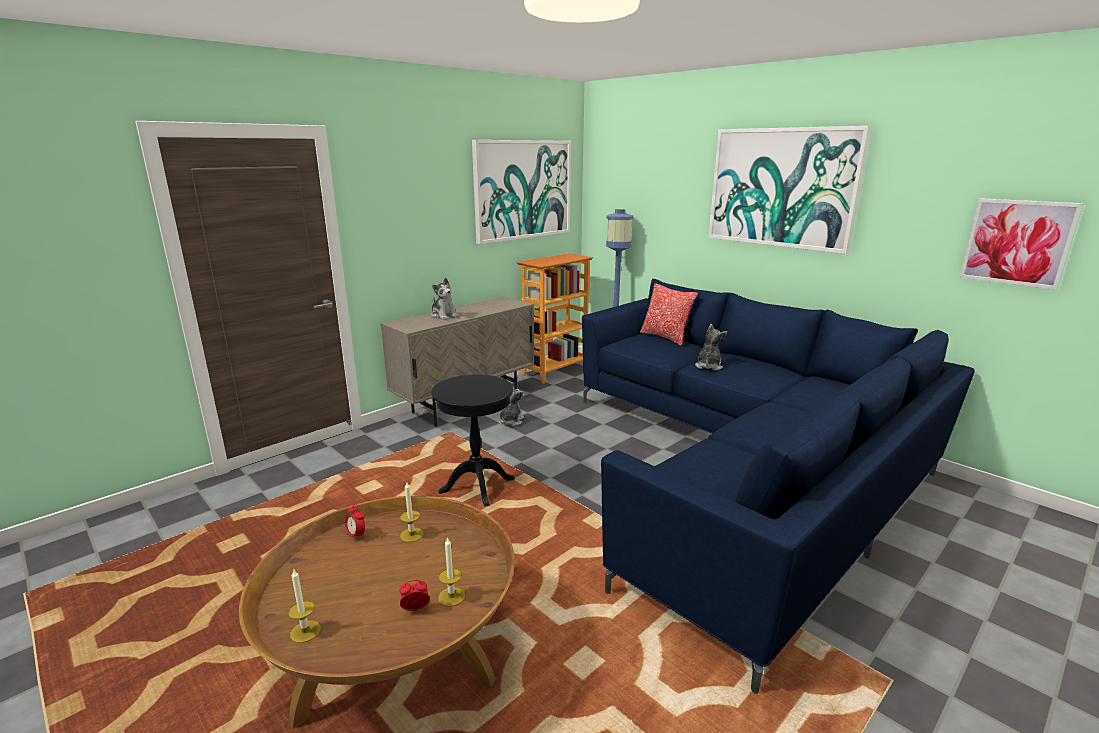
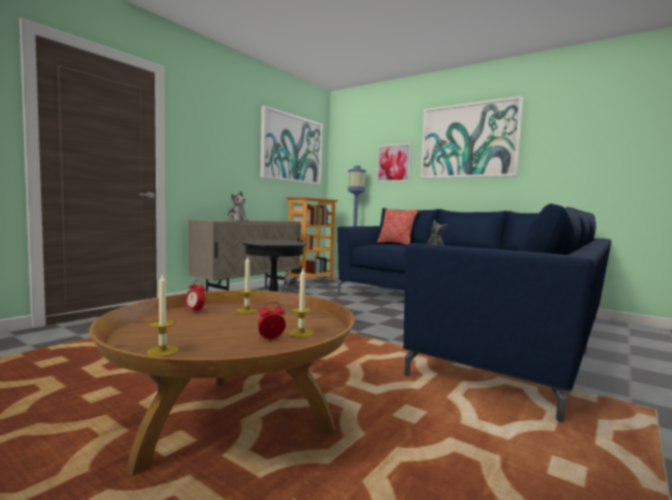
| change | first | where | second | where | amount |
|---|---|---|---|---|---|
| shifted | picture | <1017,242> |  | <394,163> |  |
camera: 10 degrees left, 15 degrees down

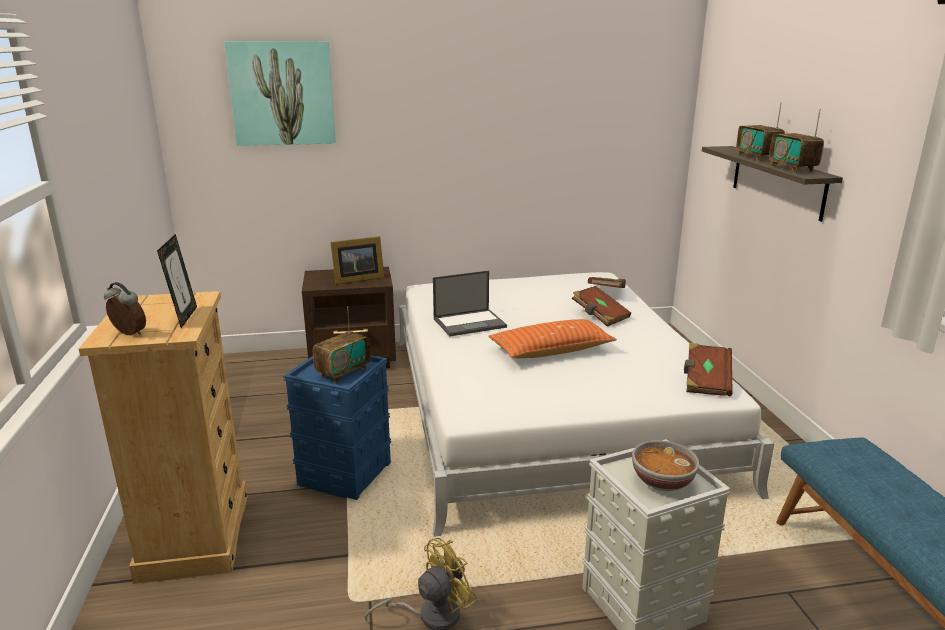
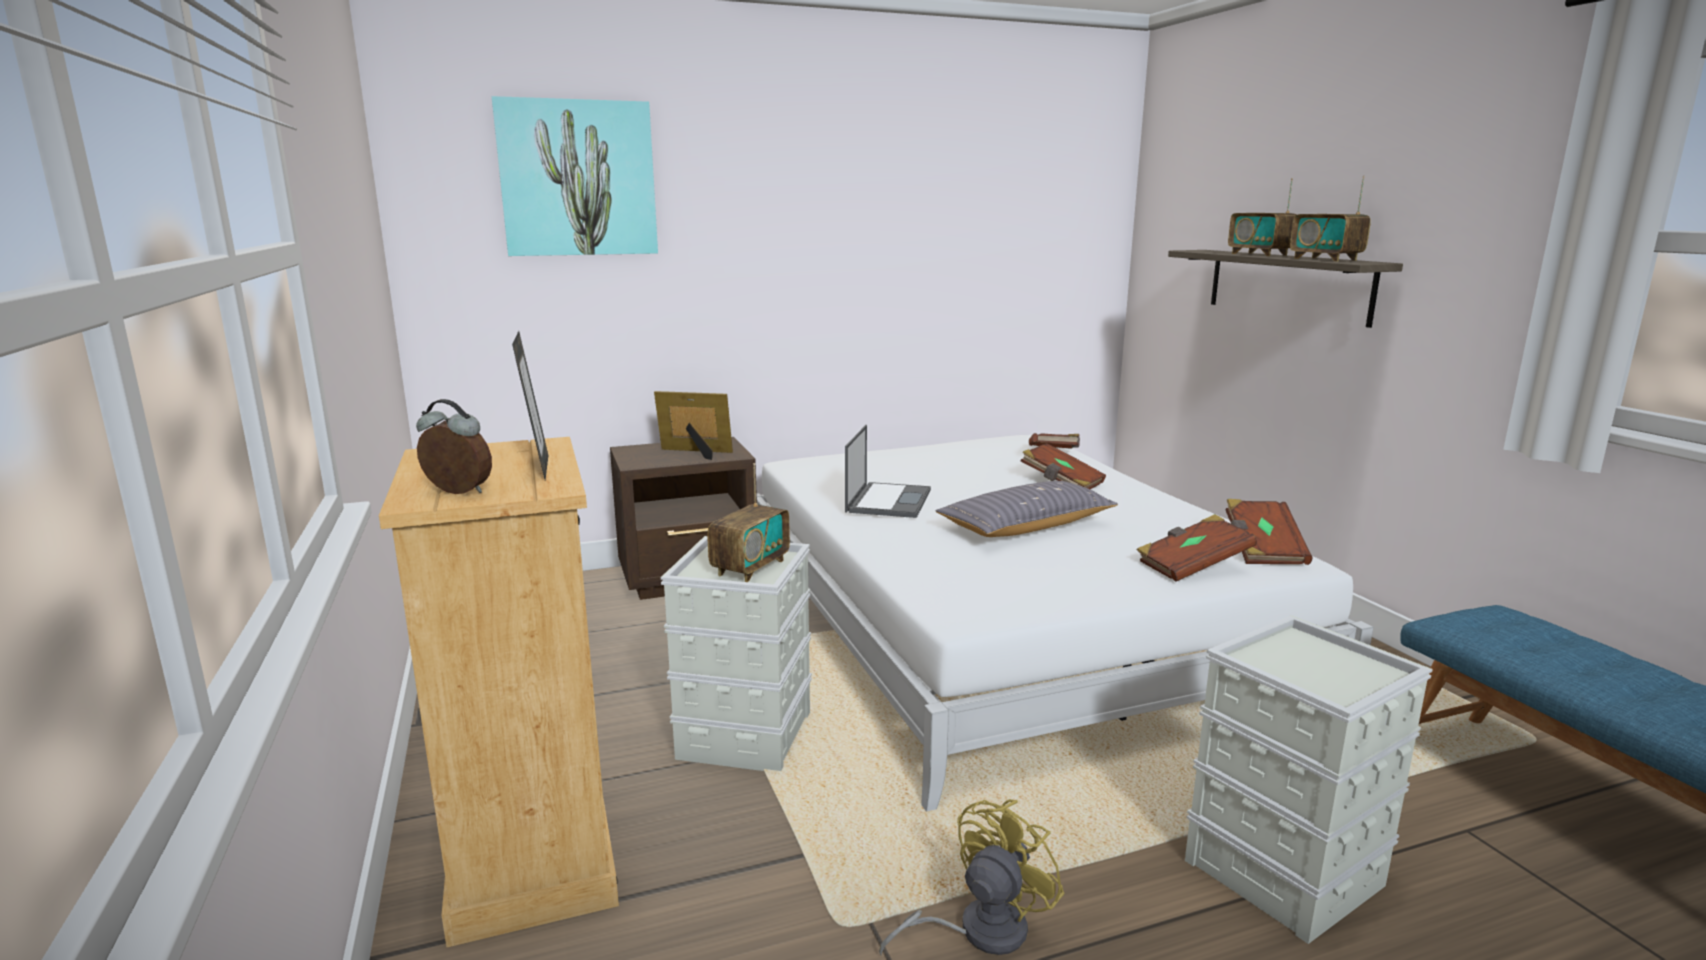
| change | first | where | second | where | amount |
|---|---|---|---|---|---|
| rotated | picture frame | <356,279> |  | <696,453> | 135 degrees counterclockwise |
| rotated | laptop | <470,323> |  | <888,500> | 45 degrees counterclockwise |
| repainted | pillow (orange) | <551,350> | pillow (grey) | <1026,526> |  |
| repainted | storage box (blue) | <344,473> | storage box (grey) | <744,735> |  |
| gone | bowl | <662,481> |  |  |  |
| new |  |  | book (brown) | <1192,566> |  |
camera: 10 degrees left, 5 degrees down

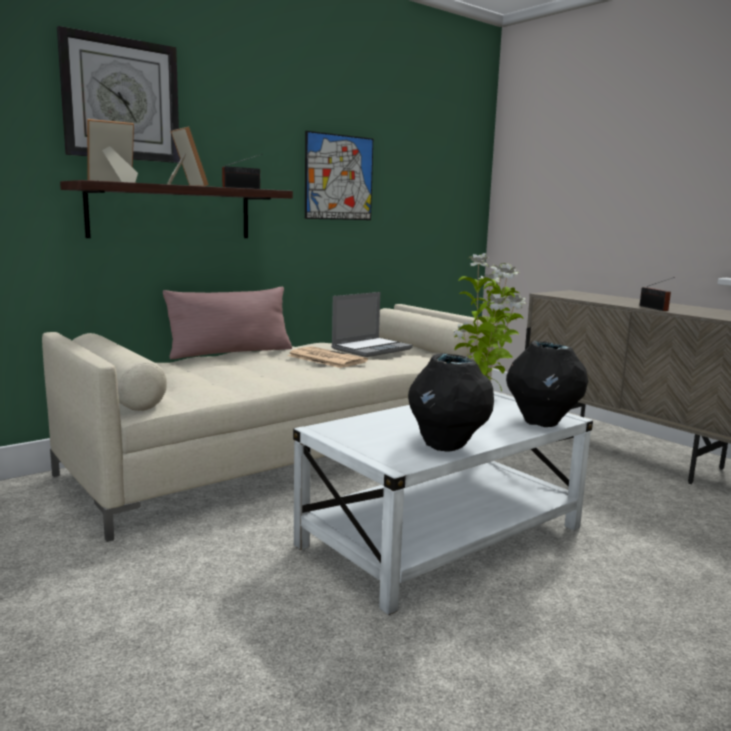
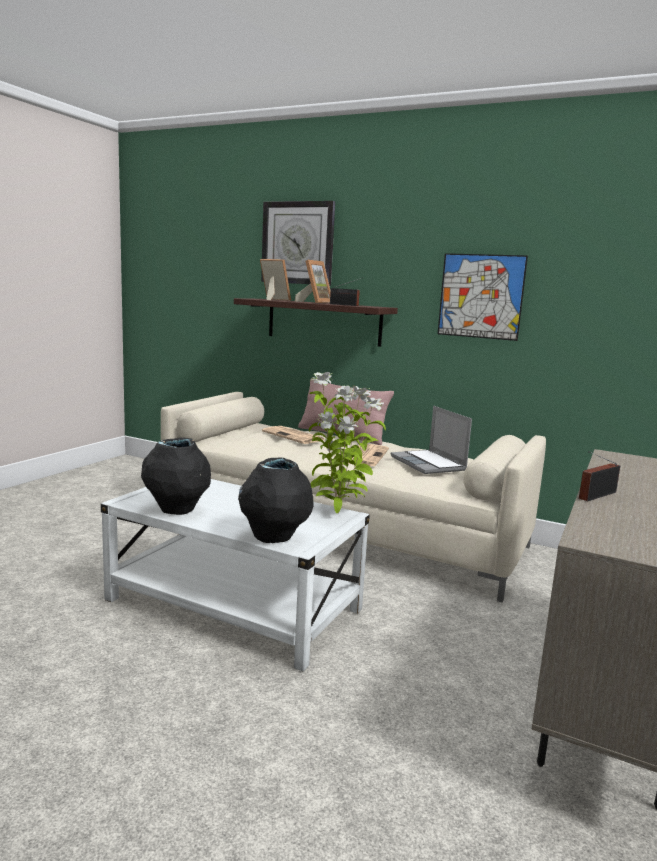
| change | first | where | second | where | amount |
|---|---|---|---|---|---|
| rotated | laptop | <371,349> |  | <429,464> | 45 degrees clockwise |
| new |  |  | newspaper | <294,436> |  |
camera: 65 degrees right, 0 degrees up

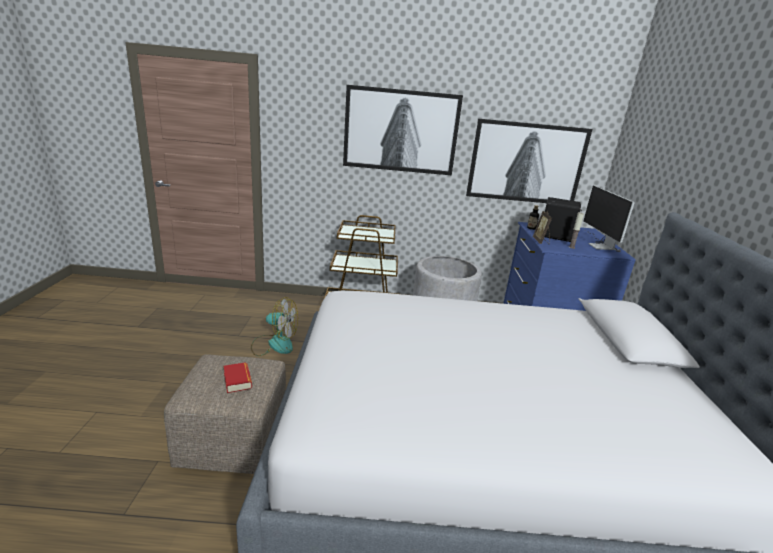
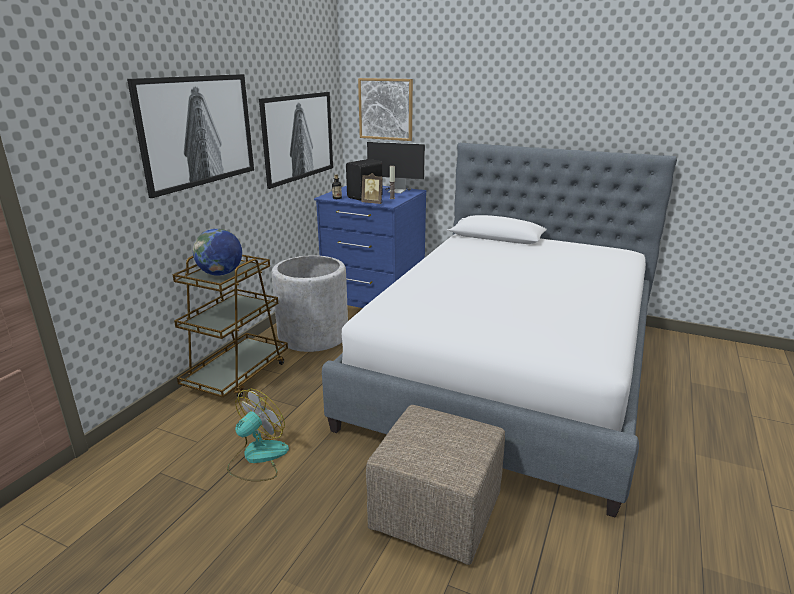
| change | first | where | second | where | amount |
|---|---|---|---|---|---|
| gone | book | <237,380> |  |  |  |
| new |  |  | picture | <386,109> |  |
| new |  |  | globe | <220,274> |  |
camera: 65 degrees left, 0 degrees up

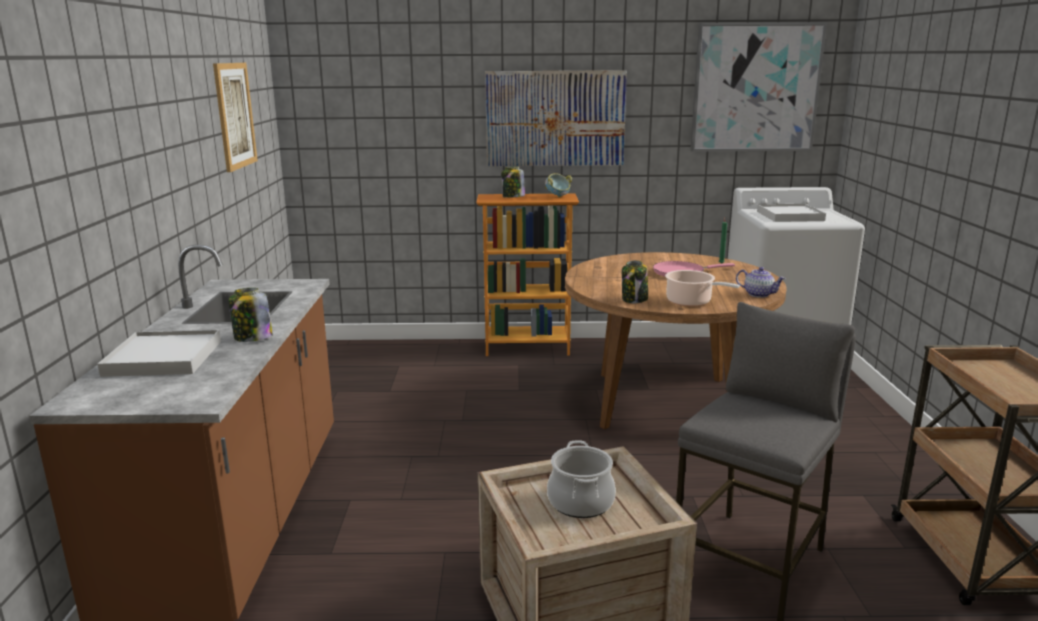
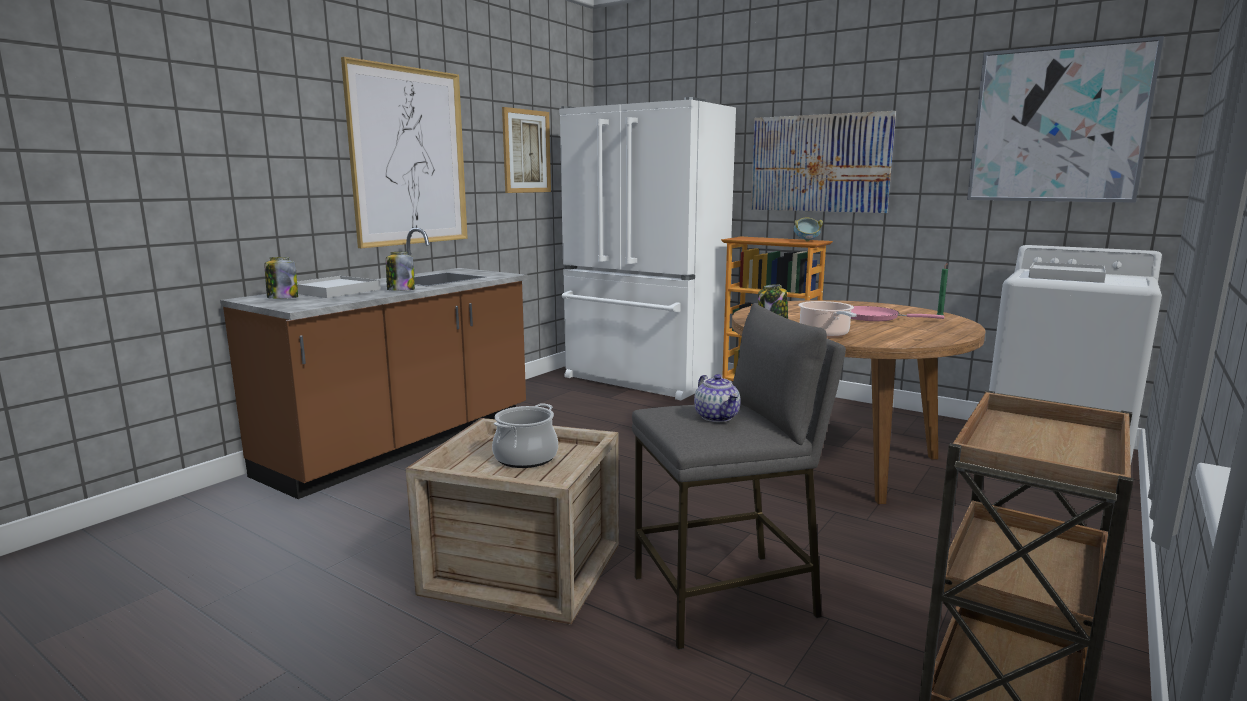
| change | first | where | second | where | amount |
|---|---|---|---|---|---|
| shifted | jar | <513,197> |  | <282,298> |  |
| shifted | teapot | <759,294> |  | <717,417> |  |
| new |  |  | picture | <409,157> |  |
| new |  |  | fridge (white) | <642,379> |  |
camera: 35 degrees right, 5 degrees down

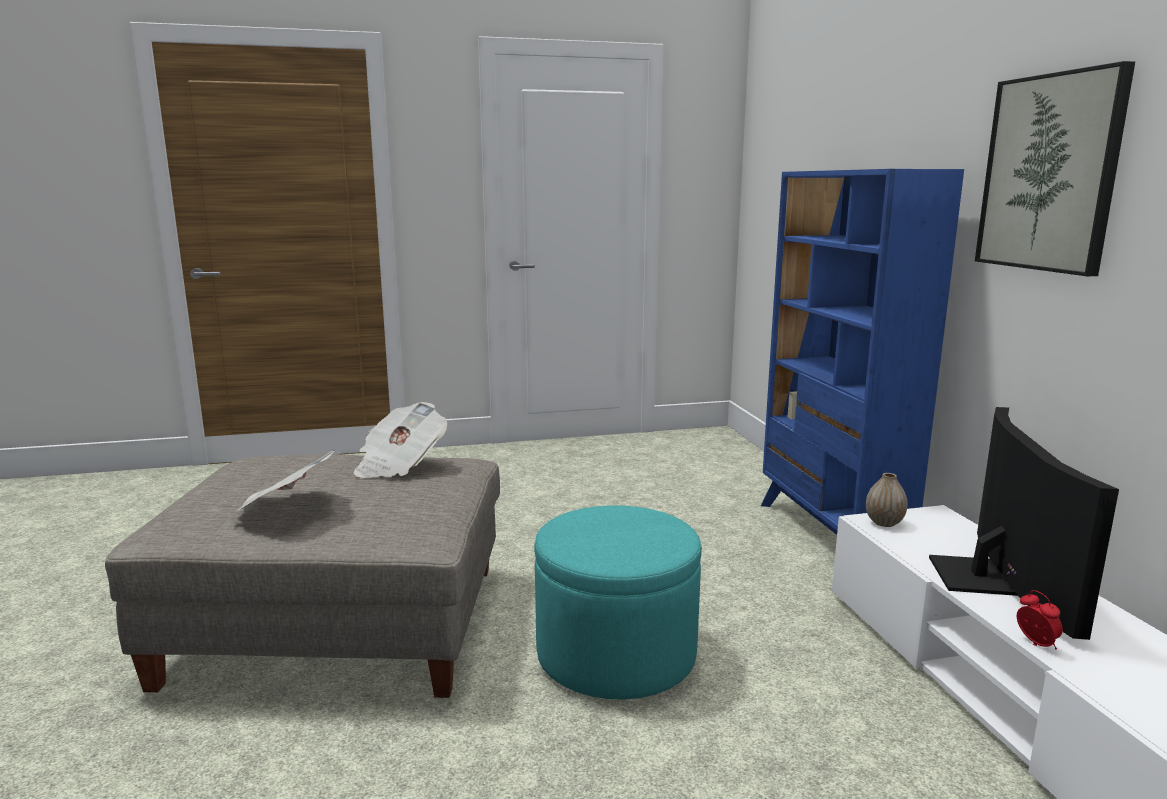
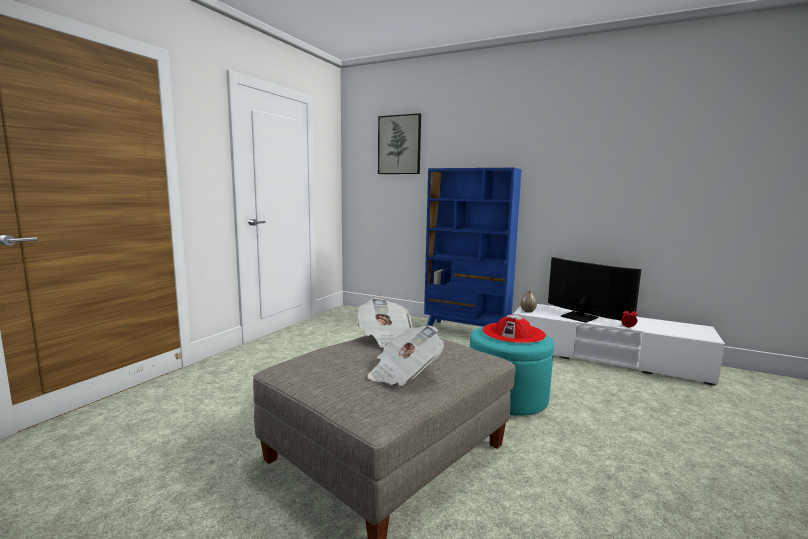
| change | first | where | second | where | amount |
|---|---|---|---|---|---|
| shifted | picture | <1050,173> |  | <399,145> |  |
| new |  |  | hat (red) | <513,333> |  |
camera: 50 degrees left, 5 degrees down

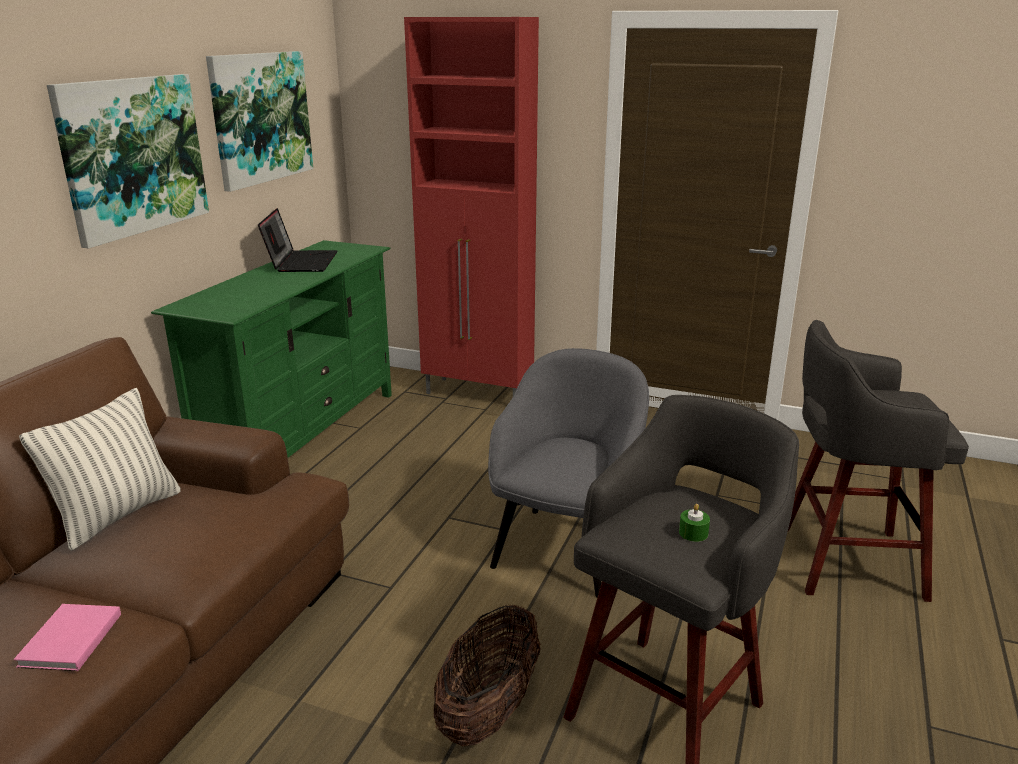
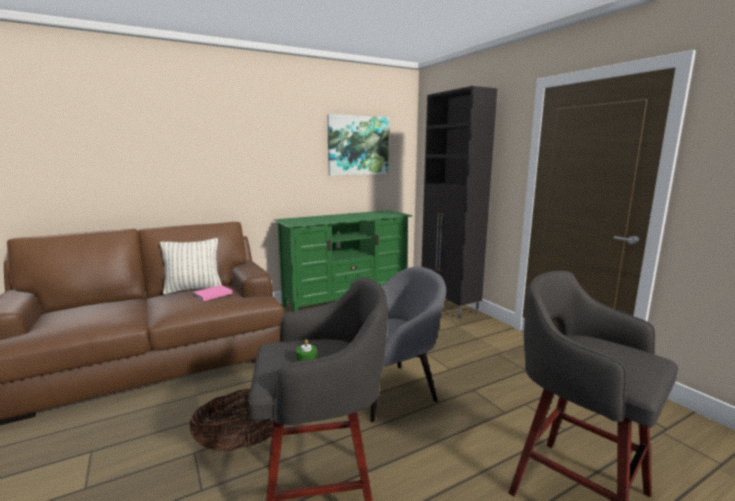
| change | first | where | second | where | amount |
|---|---|---|---|---|---|
| repainted | cabinet (red) | <479,393> | cabinet (black) | <449,307> |  |
| gone | picture | <133,156> |  |  |  |
| gone | laptop | <301,262> |  |  |  |
| shifted | book (pink) | <68,641> |  | <211,294> |  |
camera: 40 degrees right, 10 degrees down

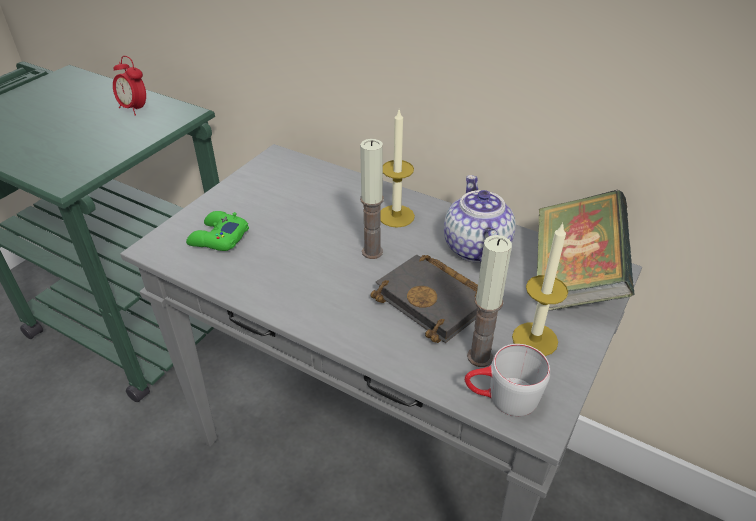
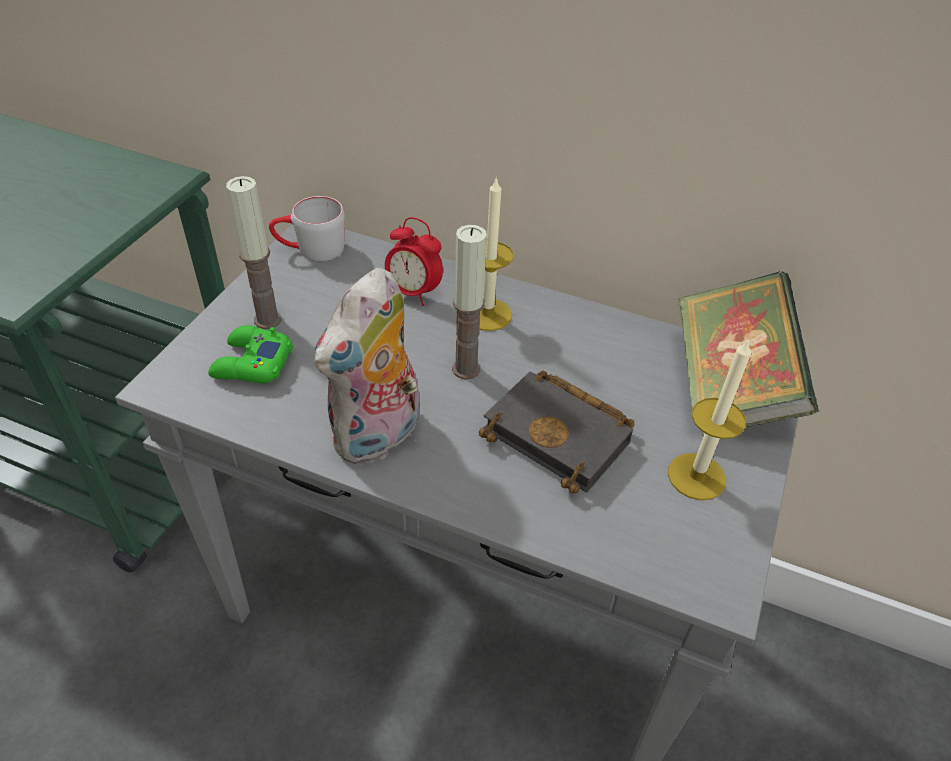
| change | first | where | second | where | amount |
|---|---|---|---|---|---|
| shifted | alarm clock | <134,109> |  | <413,293> |  |
| gone | teapot | <475,247> |  |  |  |
| shifted | candle | <480,357> |  | <268,319> |  |
| shifted | mug (grey) | <502,398> |  | <310,250> |  |
| new |  |  | plush toy | <379,437> |  |
camera: 10 degrees left, 5 degrees up

